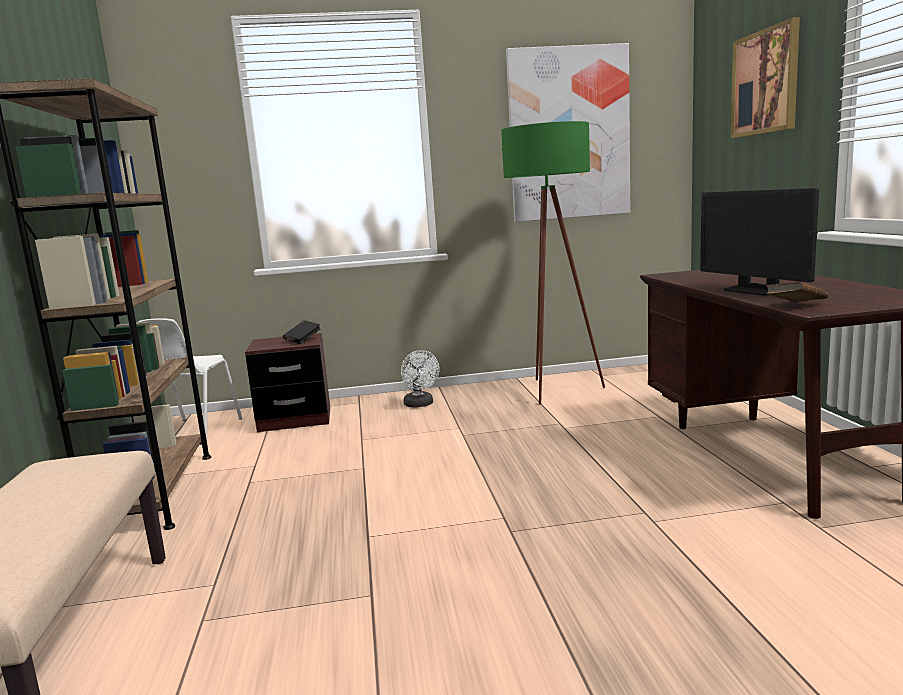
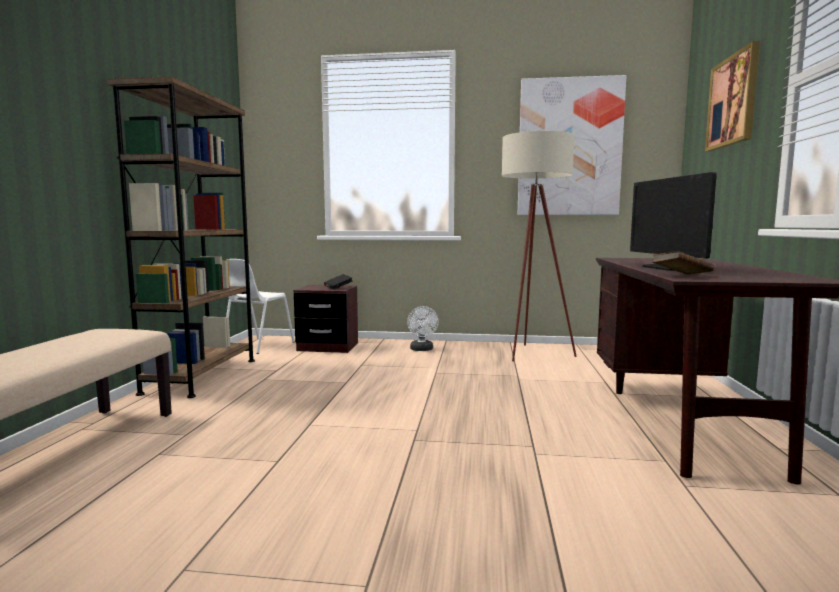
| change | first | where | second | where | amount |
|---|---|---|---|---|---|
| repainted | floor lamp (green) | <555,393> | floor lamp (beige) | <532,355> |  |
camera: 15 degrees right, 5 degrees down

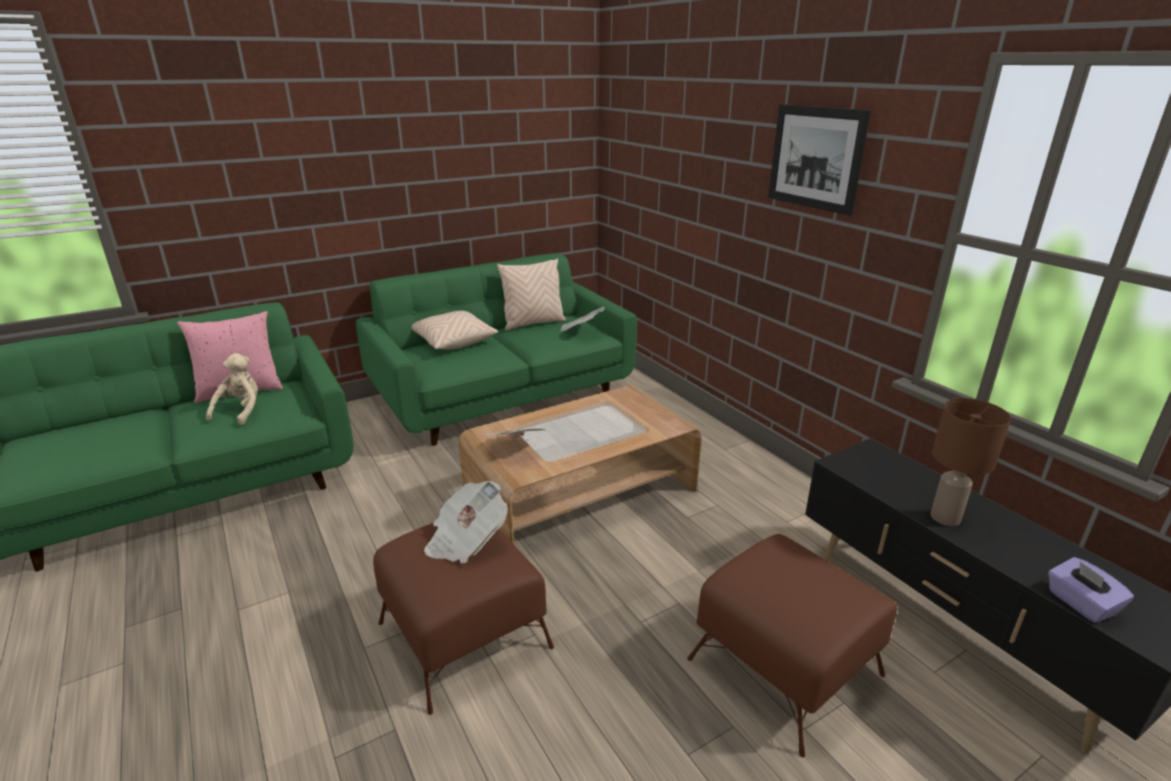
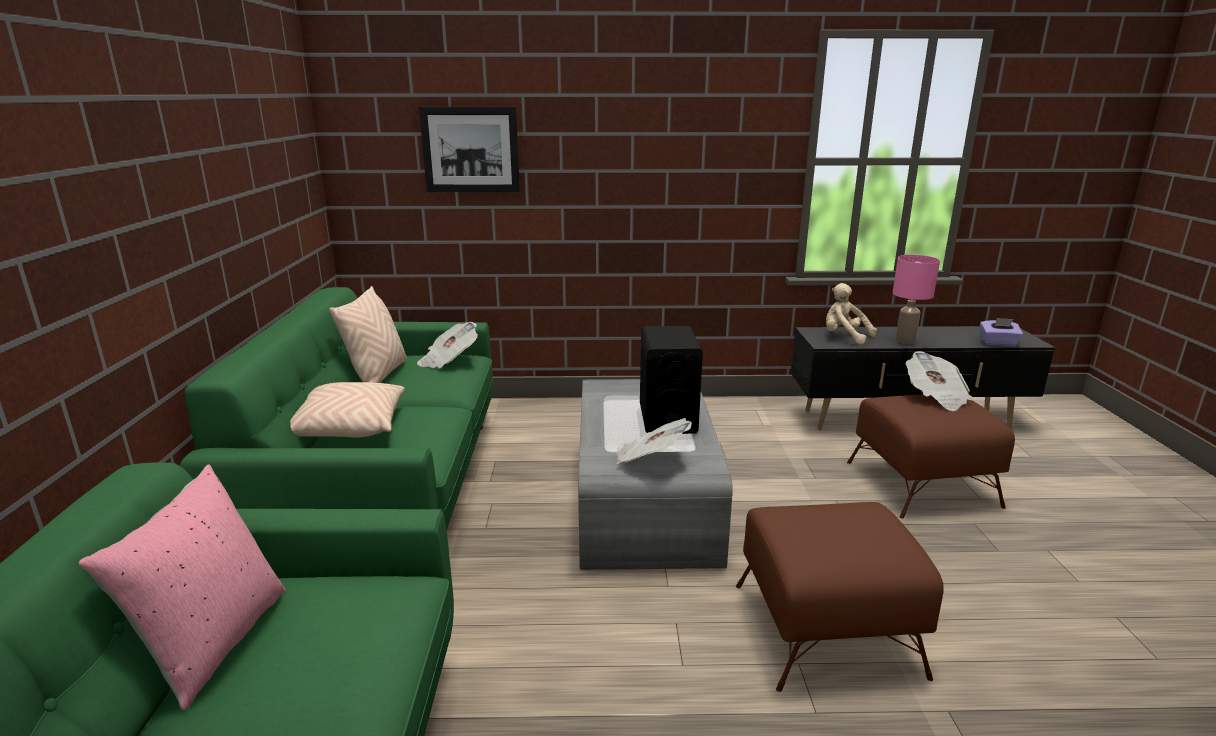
| change | first | where | second | where | amount |
|---|---|---|---|---|---|
| shifted | picture | <816,157> |  | <470,149> |  |
| shifted | plush toy (beige) | <241,411> |  | <844,336> |  |
| repainted | coffee table (brown) | <581,494> | coffee table (grey) | <644,496> |  |
| repainted | table lamp (brown) | <945,518> | table lamp (pink) | <906,341> |  |
| shifted | newspaper | <466,540> |  | <935,397> |  |
| new |  |  | speaker (black) | <667,418> |  |
camera: 60 degrees left, 5 degrees down

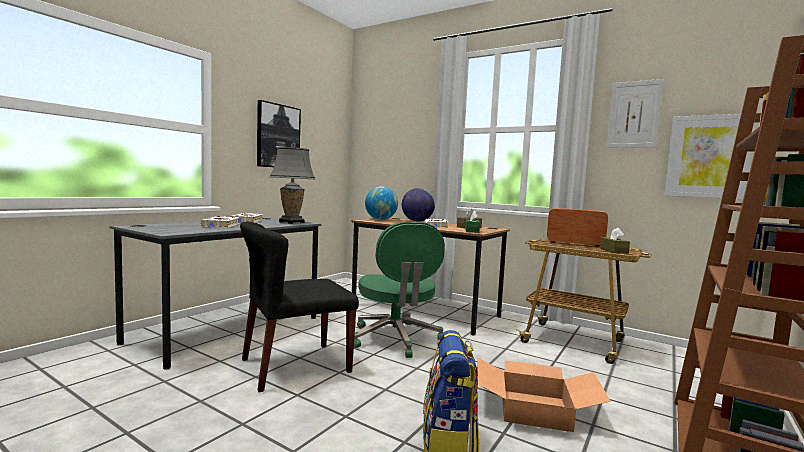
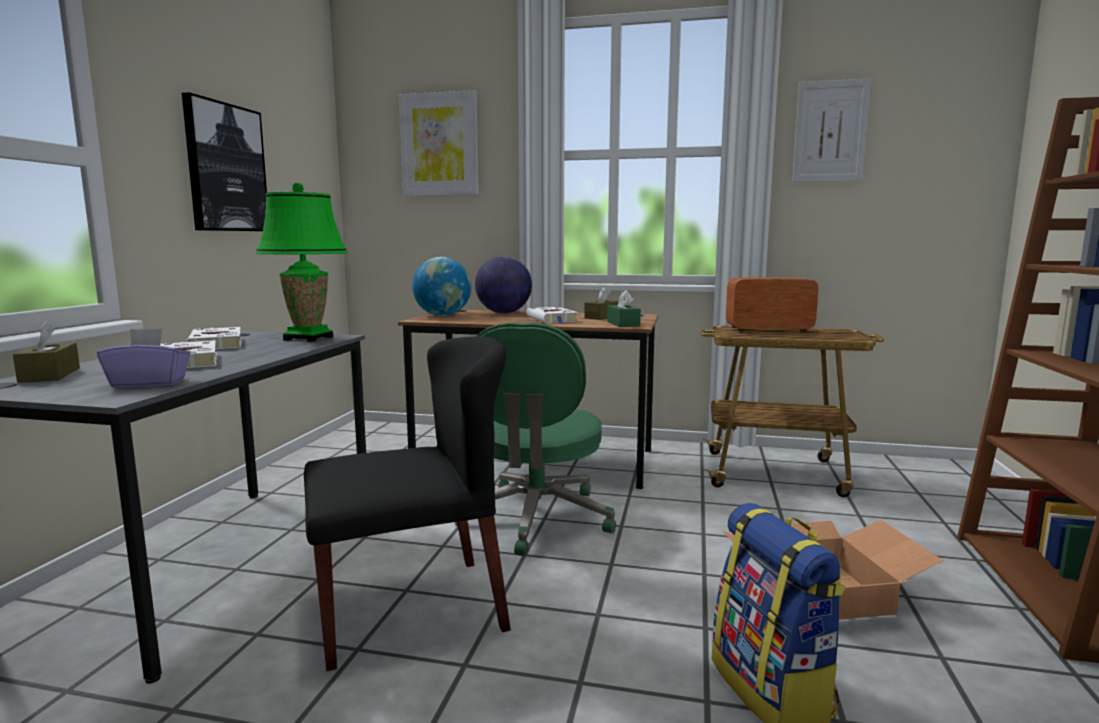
| change | first | where | second | where | amount |
|---|---|---|---|---|---|
| shifted | picture | <707,156> |  | <439,144> |  |
| repainted | table lamp (grey) | <291,222> | table lamp (green) | <308,338> |  |
| rotated | chair (black) | <295,366> |  | <412,609> | 150 degrees counterclockwise |
| rotated | office chair (green) | <395,339> |  | <535,519> | 45 degrees clockwise |
| shifted | tissue box (brown) | <614,251> |  | <50,375> |  |
| new |  |  | tissue box (purple) | <149,383> |  |
camera: 20 degrees left, 5 degrees up

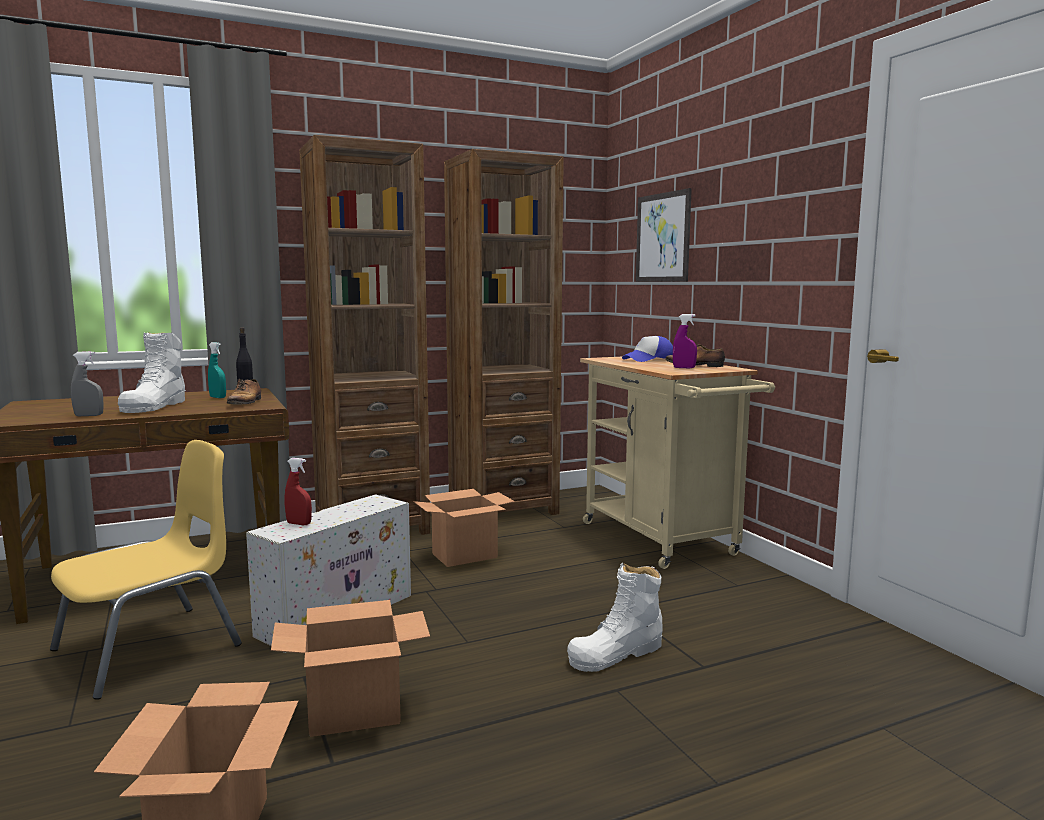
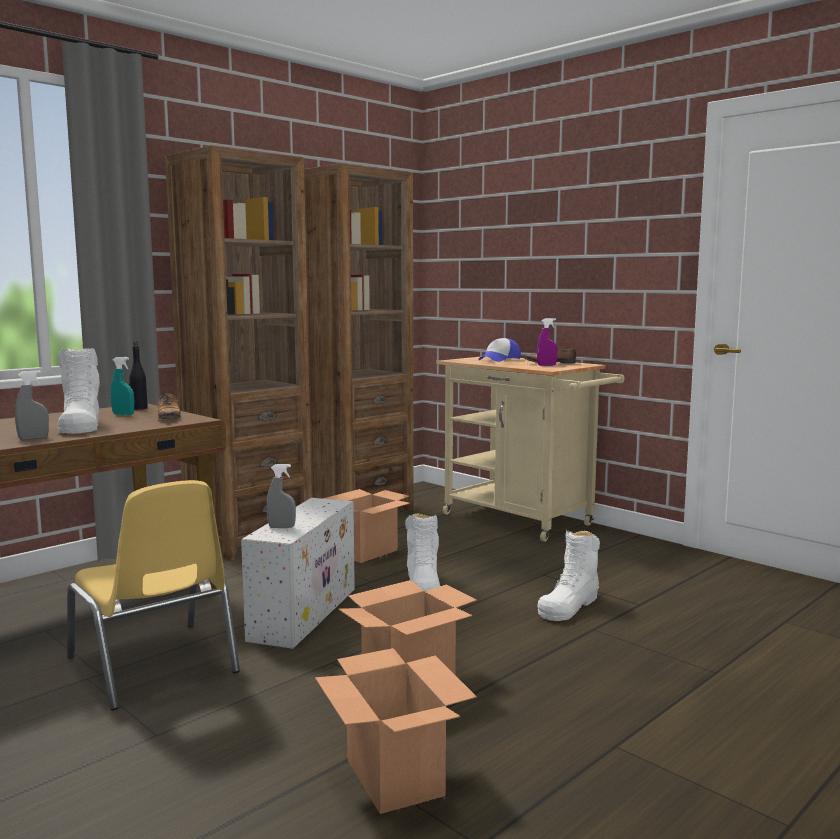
| change | first | where | second | where | amount |
|---|---|---|---|---|---|
| gone | picture | <662,237> |  |  |  |
| rotated | chair (yellow) | <151,648> |  | <154,665> | 120 degrees clockwise |
| repainted | spray bottle (red) | <299,524> | spray bottle (grey) | <281,527> |  |
| new |  |  | boot (white) | <423,584> |  |
camera: 20 degrees left, 0 degrees up

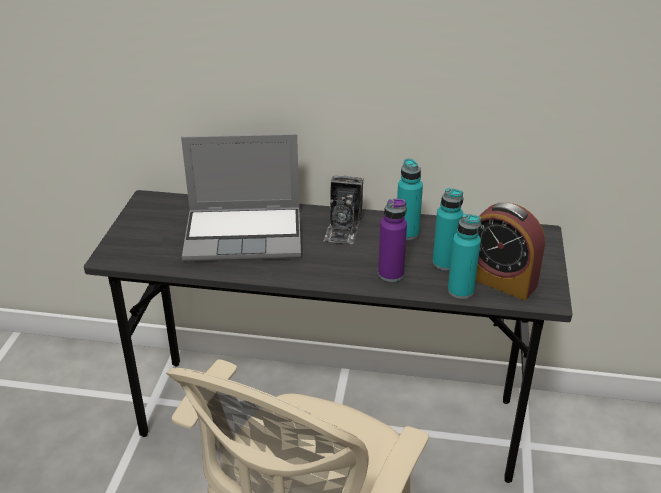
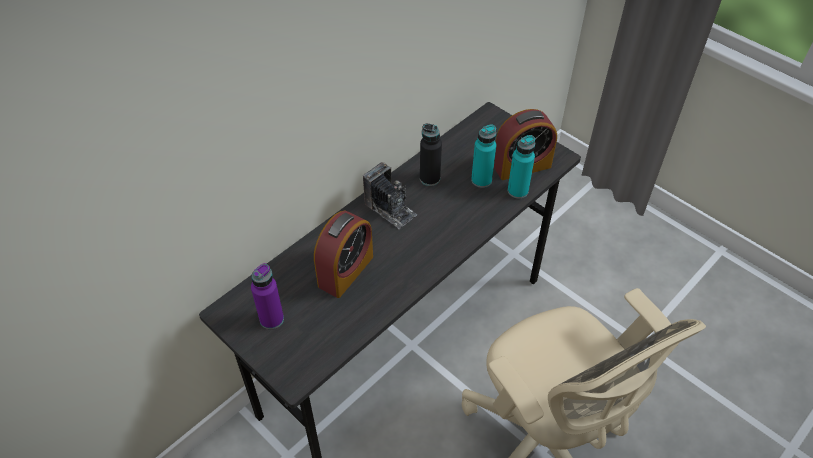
| change | first | where | second | where | amount |
|---|---|---|---|---|---|
| swapped | laptop | <245,235> | alarm clock | <345,271> |  |
| repainted | bottle (turquoise) | <407,233> | bottle (black) | <429,178> |  |
| shifted | bottle (purple) | <390,274> |  | <271,319> |  |
camera: 55 degrees left, 15 degrees up

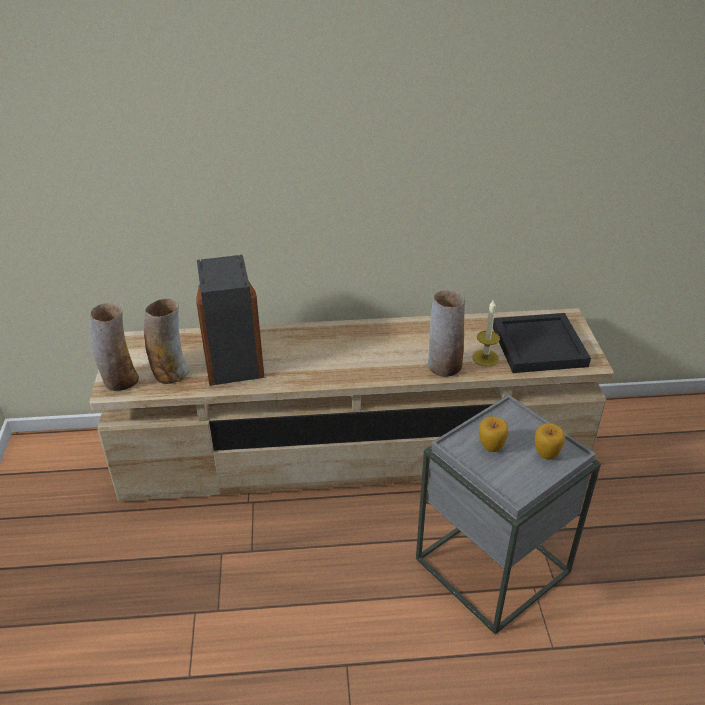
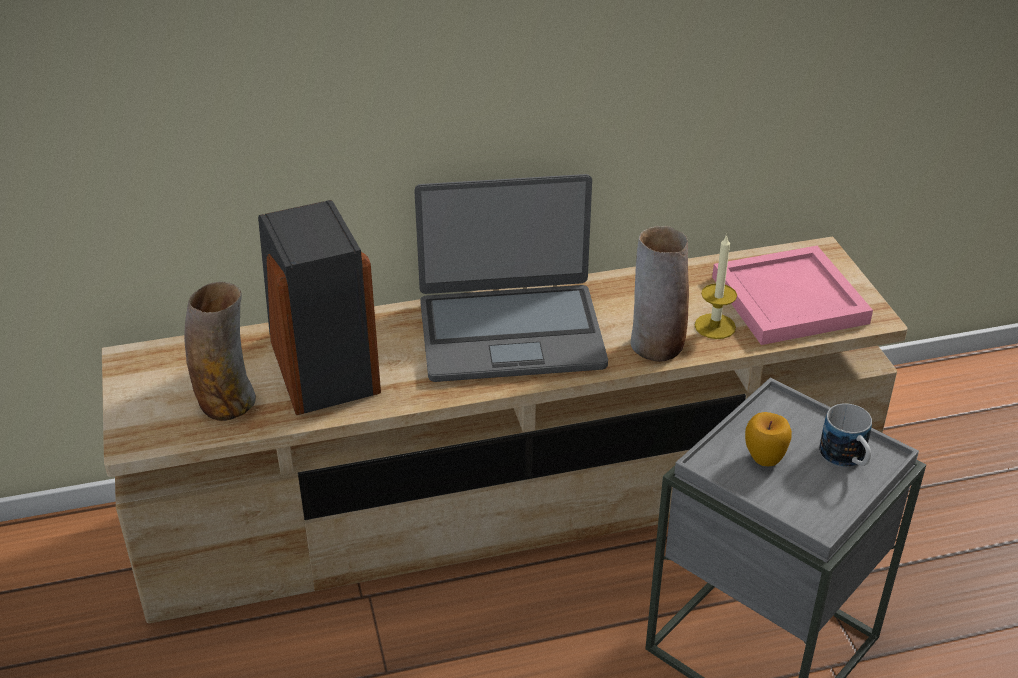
| change | first | where | second | where | amount |
|---|---|---|---|---|---|
| gone | vase | <120,381> |  |  |  |
| repainted | tray (black) | <539,345> | tray (pink) | <790,298> |  |
| swapped | apple | <546,454> | mug | <846,460> |  |
| new |  |  | laptop | <510,333> |  |
camera: 10 degrees left, 0 degrees up

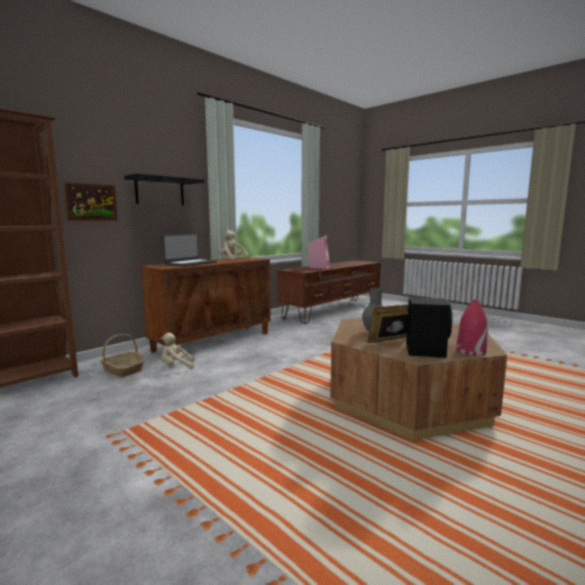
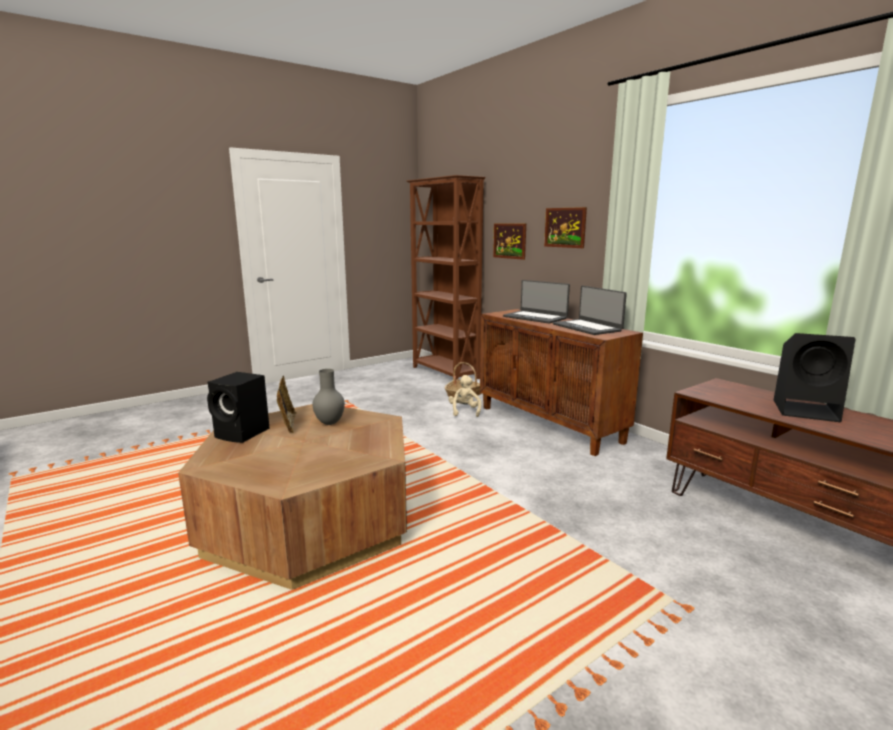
| change | first | where | second | where | amount |
|---|---|---|---|---|---|
| swapped | shelf (black) | <160,191> | picture | <565,227> |  |
| swapped | plush toy (beige) | <232,259> | laptop | <587,327> |  |
| repainted | speaker (pink) | <319,267> | speaker (black) | <807,411> |  |
| gone | vase (red) | <470,351> |  |  |  |
camera: 100 degrees right, 5 degrees up

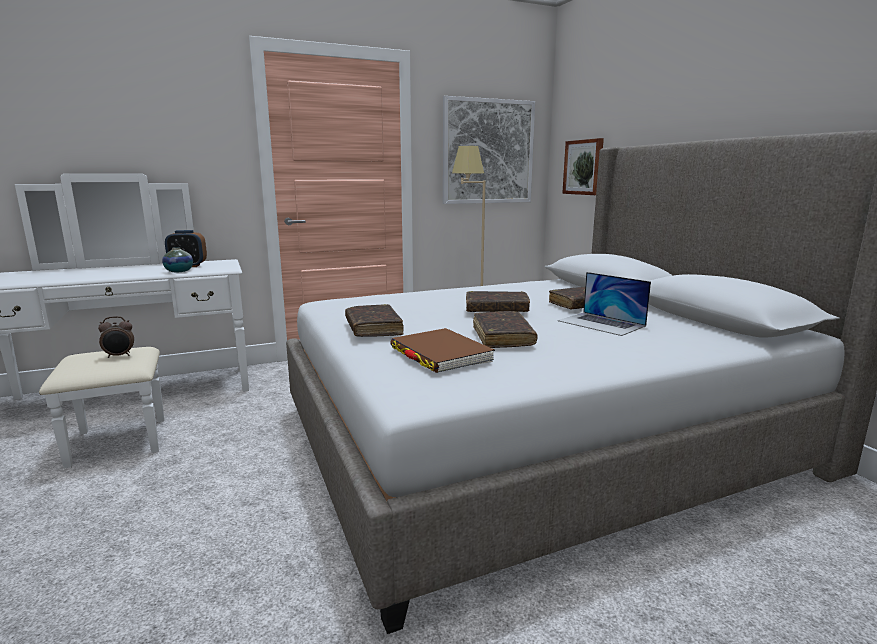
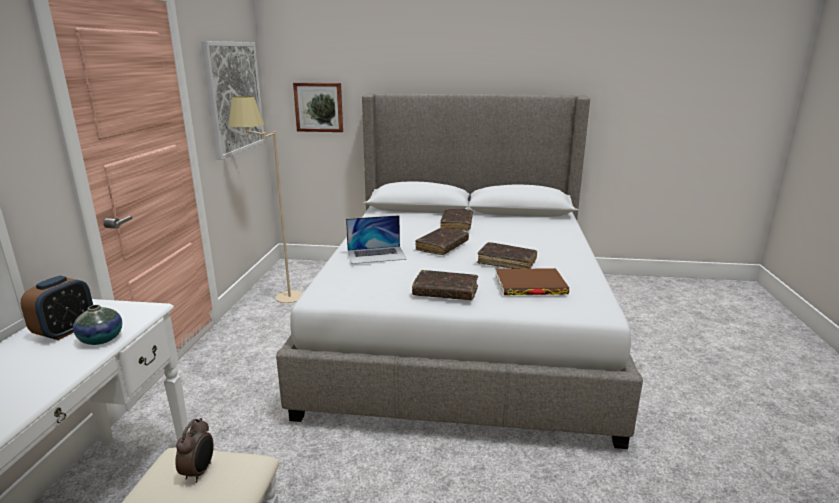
| change | first | where | second | where | amount |
|---|---|---|---|---|---|
| shifted | laptop | <601,323> |  | <376,255> |  |
camera: 60 degrees left, 5 degrees up

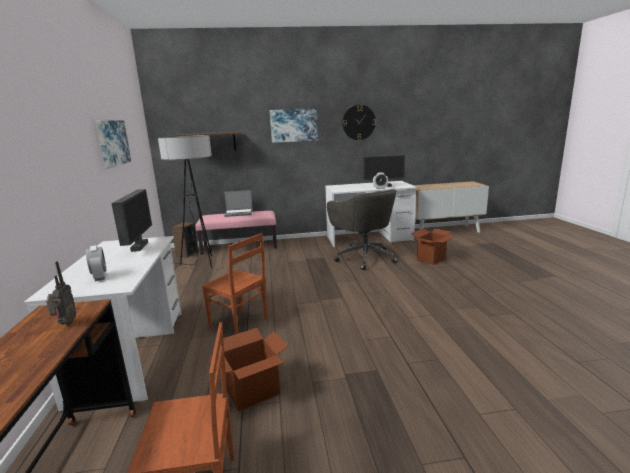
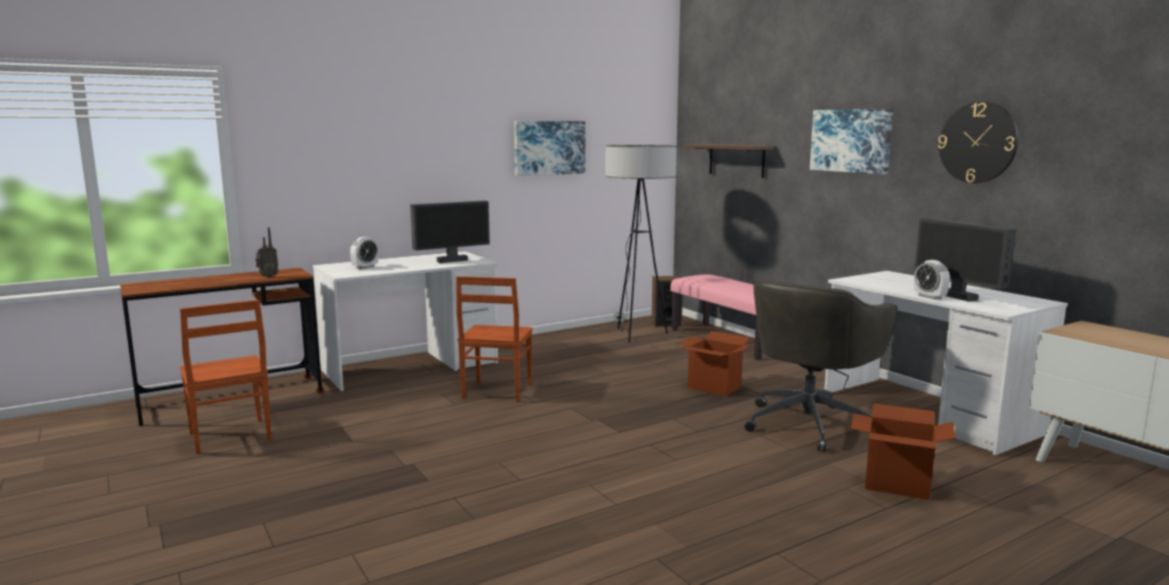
| change | first | where | second | where | amount |
|---|---|---|---|---|---|
| gone | laptop | <239,213> |  |  |  |
| shifted | cardboard box | <253,392> |  | <714,387> |  |
camera: 65 degrees right, 5 degrees down

